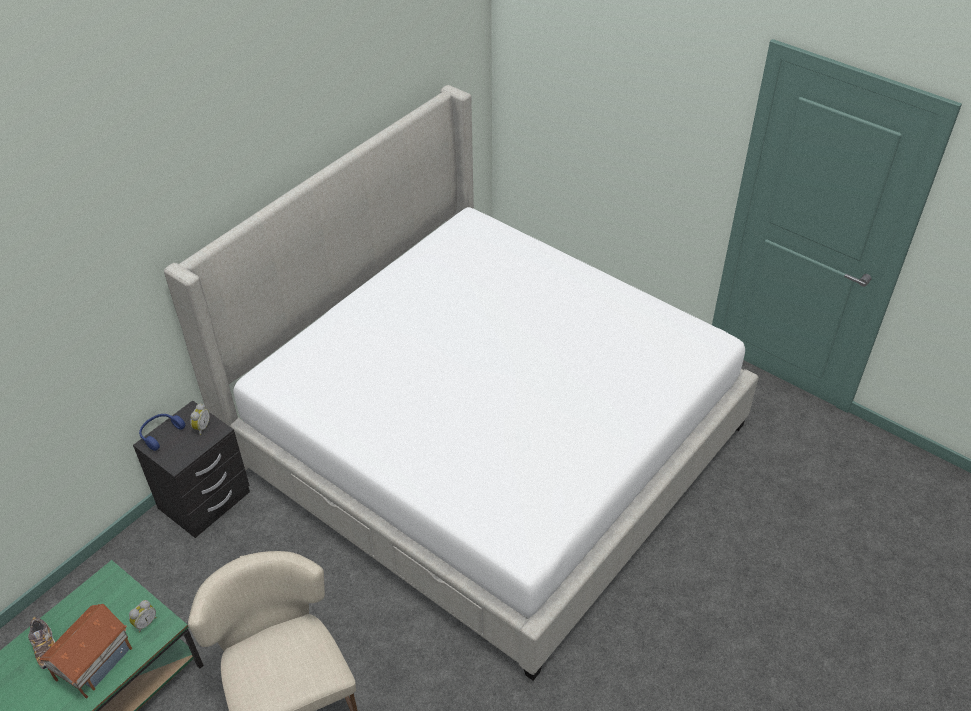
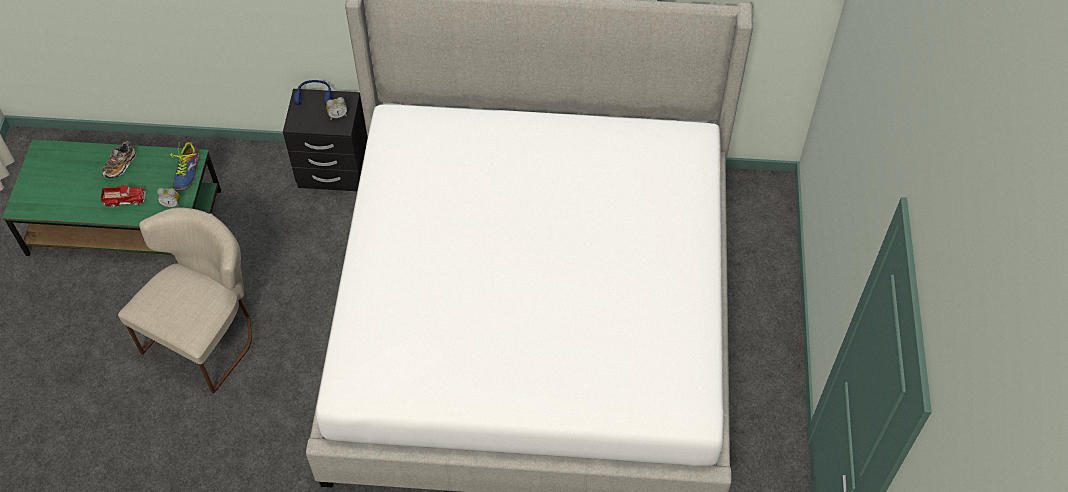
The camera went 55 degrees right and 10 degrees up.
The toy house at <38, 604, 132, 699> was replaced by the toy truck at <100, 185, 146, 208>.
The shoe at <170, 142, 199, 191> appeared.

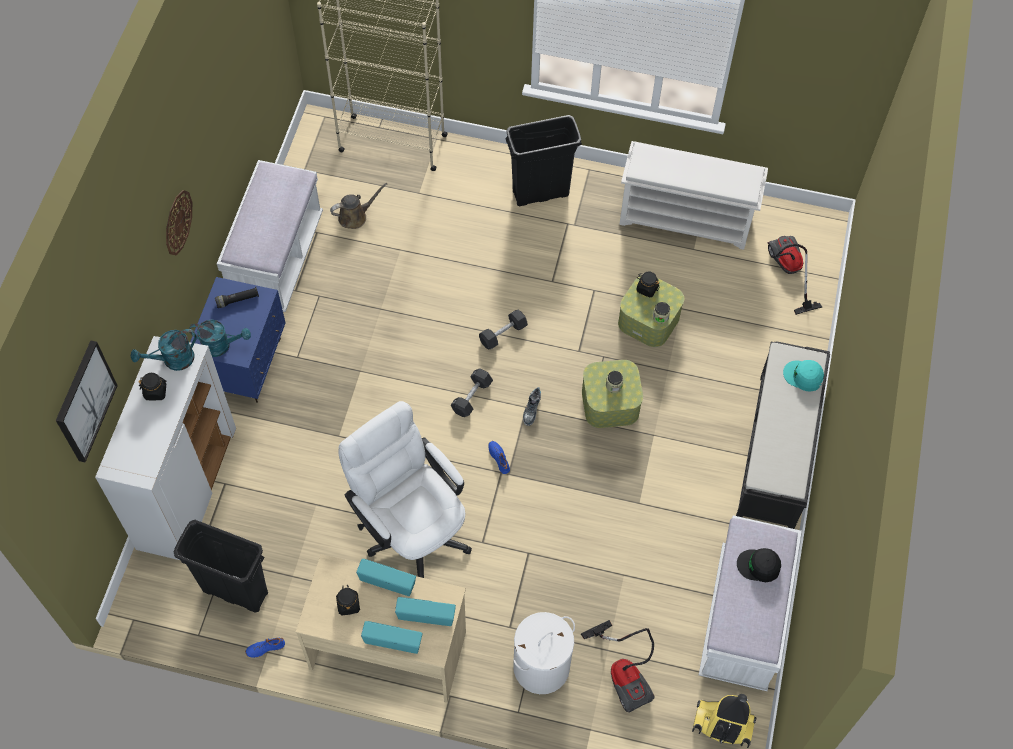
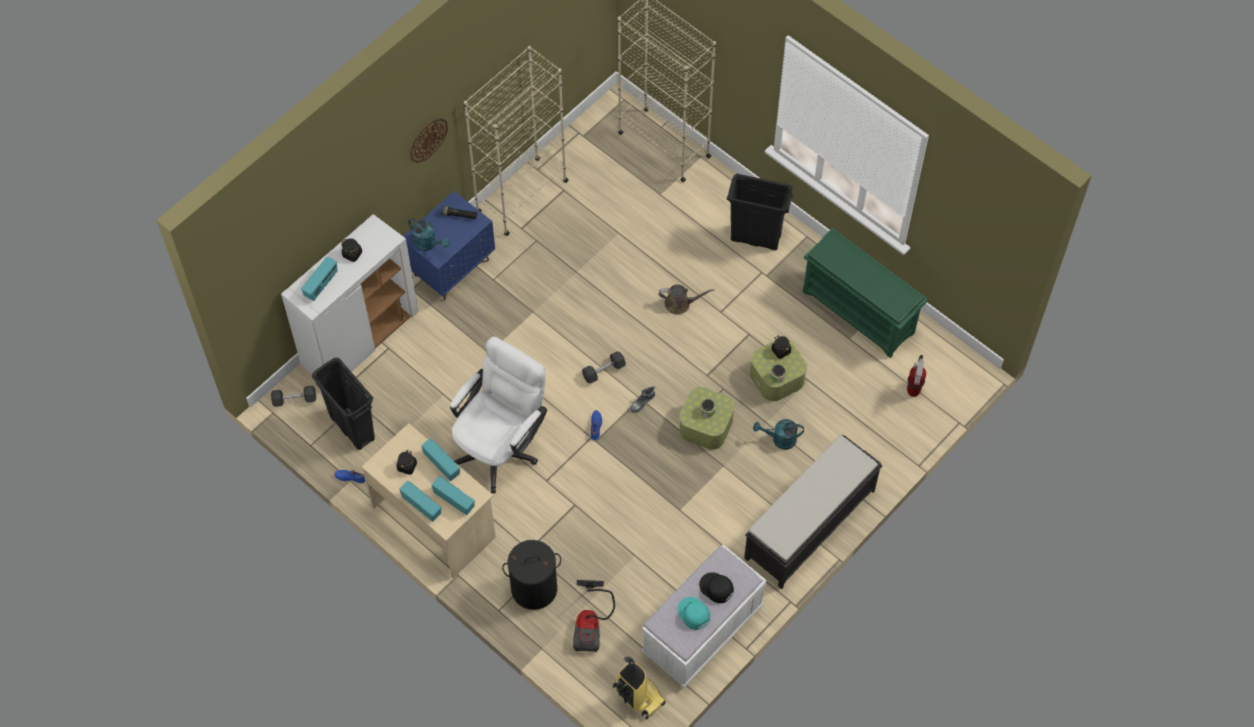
The camera went 30 degrees right and 0 degrees up.
The white shoe rack at <619, 141, 768, 250> became the green shoe rack at <803, 228, 927, 358>.
The white bench at <217, 160, 323, 312> was replaced by the beige bookcase at <464, 46, 569, 236>.
The brown watering can moved from <330, 183, 387, 229> to <659, 284, 714, 315>.
The vacuum cleaner at <767, 236, 822, 315> was replaced by the fire extinguisher at <907, 355, 926, 397>.
The black dumbbell moved from <479, 310, 528, 350> to <271, 385, 316, 407>.
The turquoise watering can moved from <131, 329, 197, 371> to <753, 419, 804, 450>.
The picture at <56, 341, 118, 462> disappeared.
The turquoise cap moved from <783, 360, 824, 392> to <678, 597, 710, 630>.
The white office chair at <338, 401, 472, 578> turned 45 degrees clockwise.
The white laundry basket at <513, 612, 575, 694> became the black laundry basket at <502, 540, 561, 610>.
The radio at <301, 257, 338, 301> appeared.

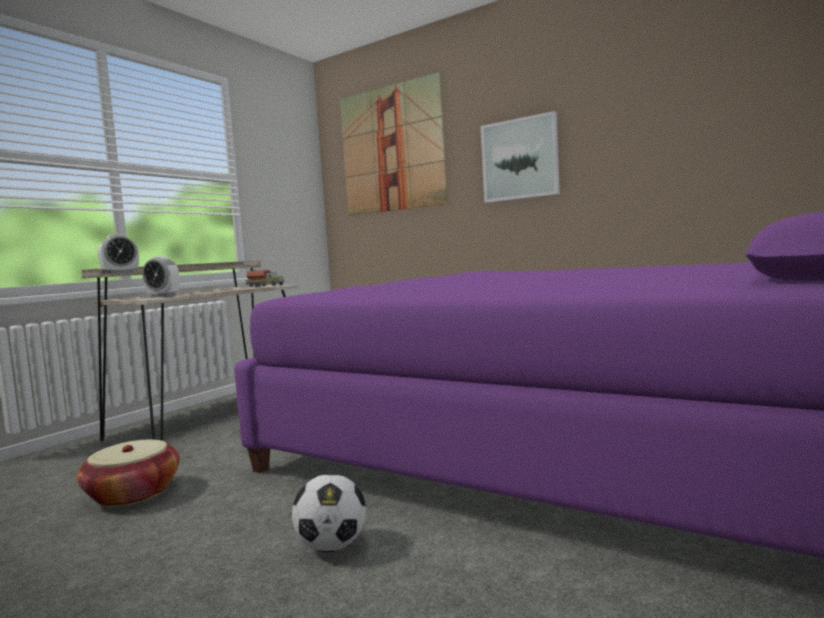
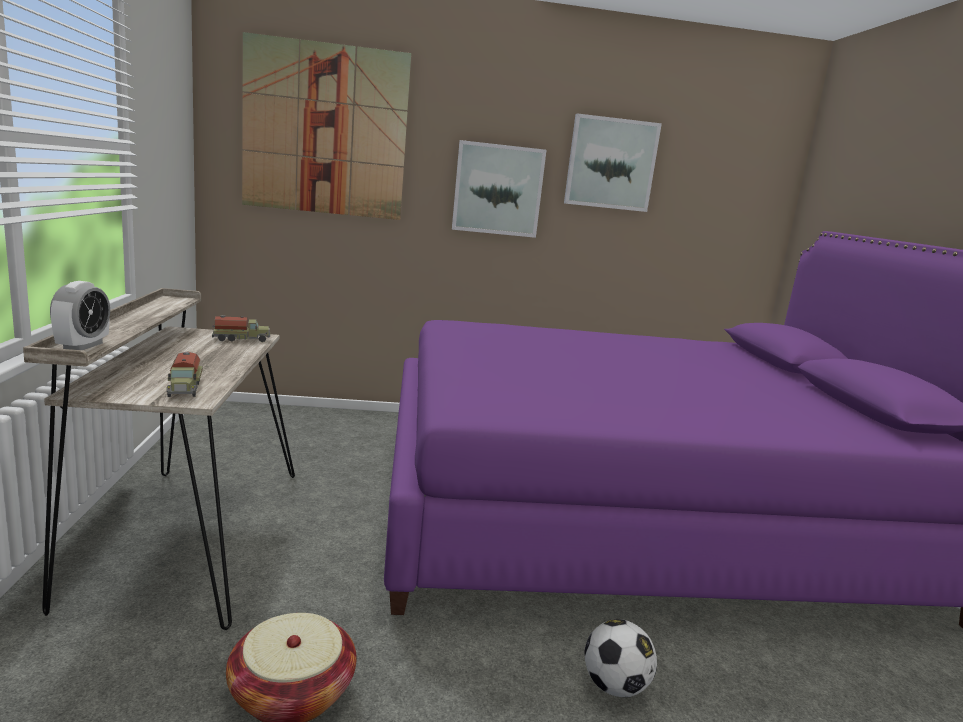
The camera went 40 degrees left and 10 degrees up.
The alarm clock at <143, 256, 180, 298> was replaced by the toy truck at <166, 351, 203, 397>.
The picture at <564, 113, 662, 212> appeared.

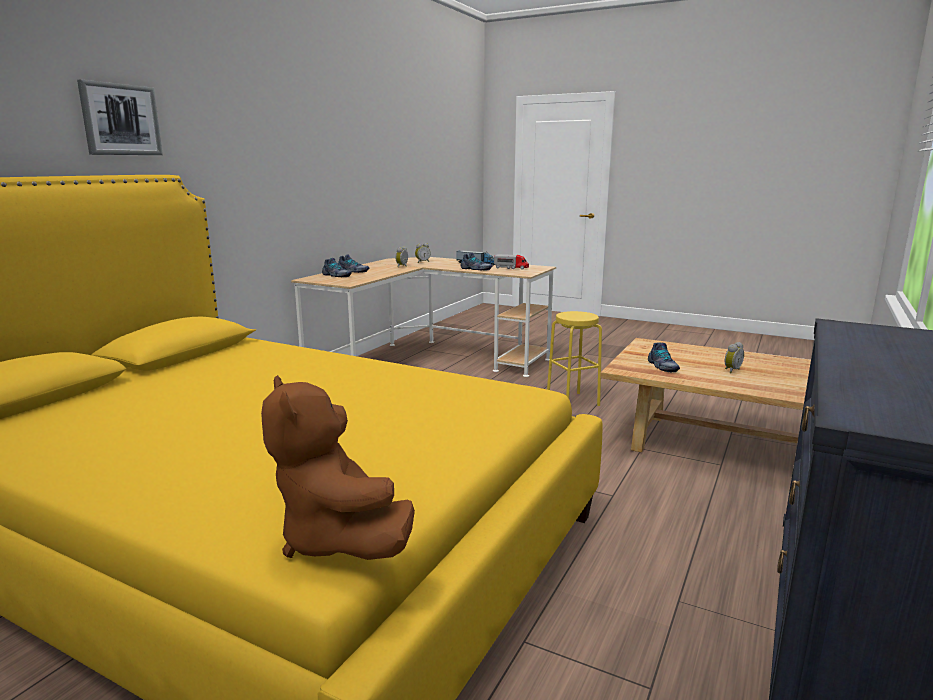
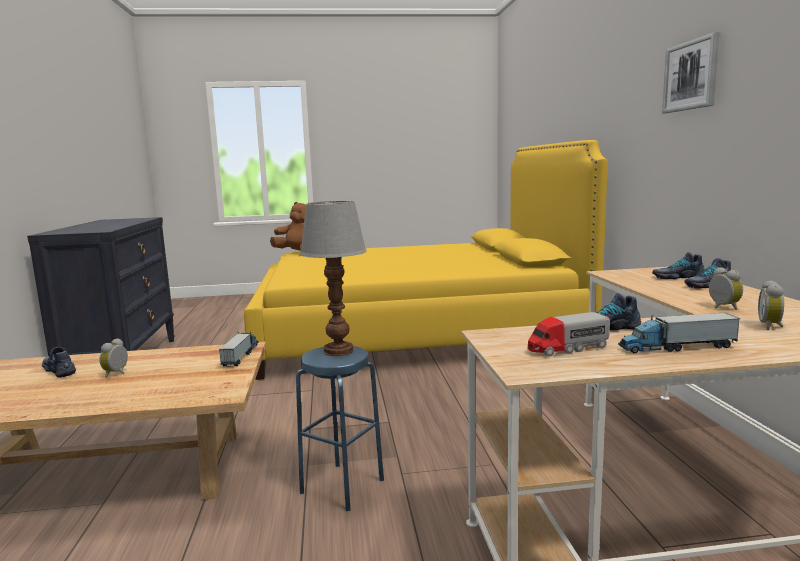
The camera went 145 degrees right and 5 degrees down.
The picture moved from <77, 79, 163, 155> to <662, 32, 719, 113>.
The yellow stool at <547, 311, 602, 406> became the blue stool at <296, 346, 384, 511>.
The shoe moved from <648, 343, 680, 372> to <42, 347, 76, 377>.
The table lamp at <300, 201, 367, 356> appeared.
The toy truck at <219, 331, 258, 367> appeared.

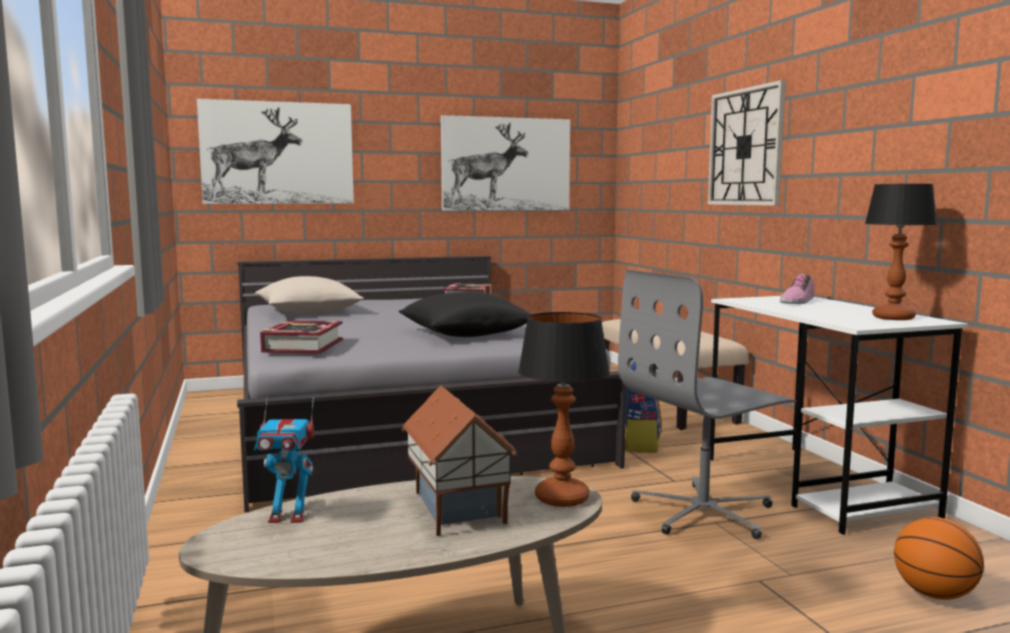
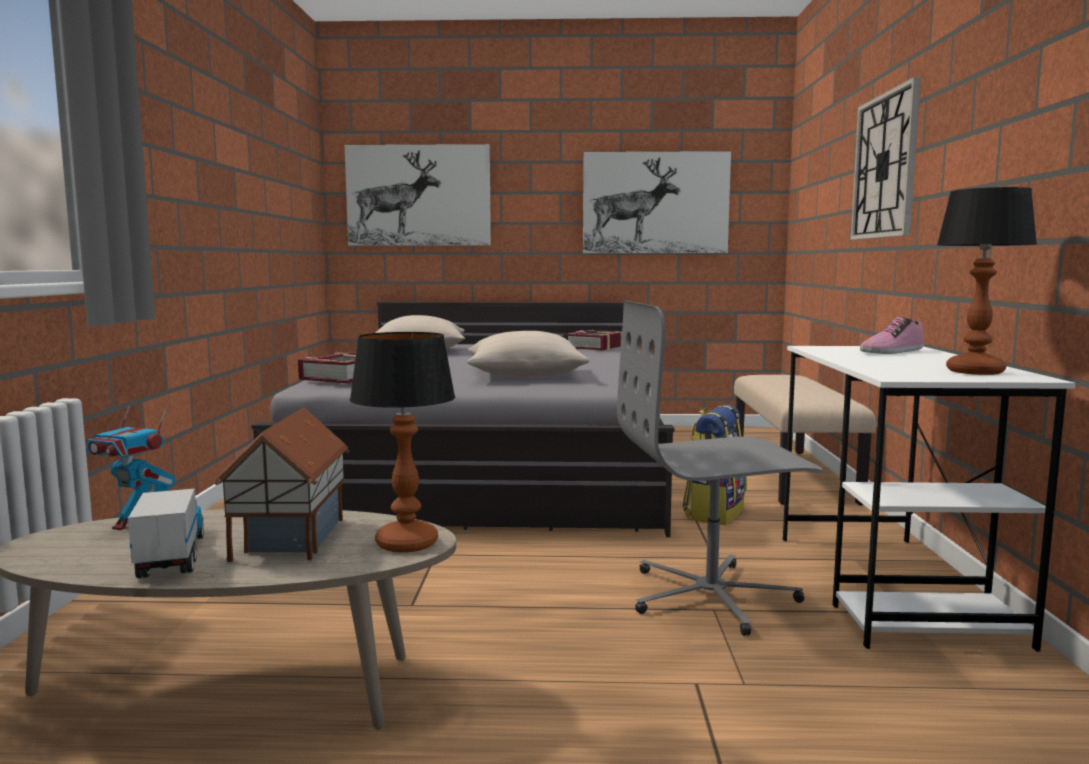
The camera went 20 degrees right and 0 degrees up.
The black pillow at <398, 292, 532, 337> became the beige pillow at <467, 331, 590, 378>.
The basketball at <894, 517, 984, 600> disappeared.
The toy truck at <128, 489, 204, 578> appeared.

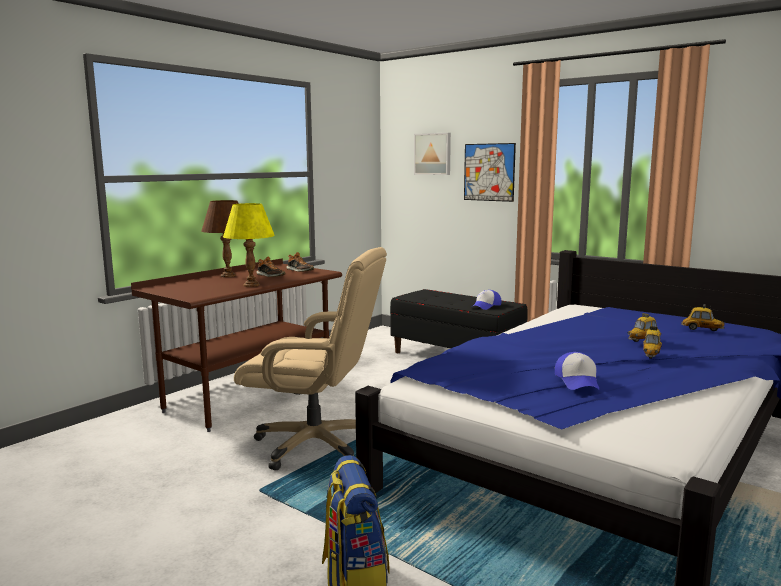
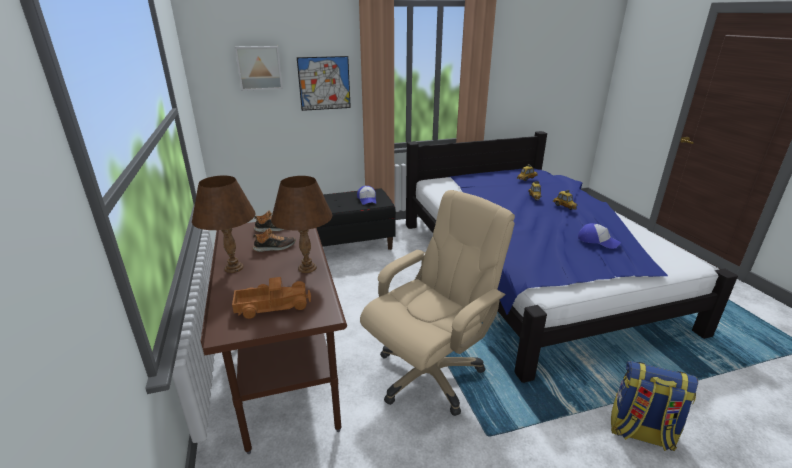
The camera went 55 degrees left and 15 degrees up.
The yellow table lamp at <223, 203, 275, 287> became the brown table lamp at <271, 176, 332, 273>.
The toy truck at <232, 277, 311, 319> appeared.

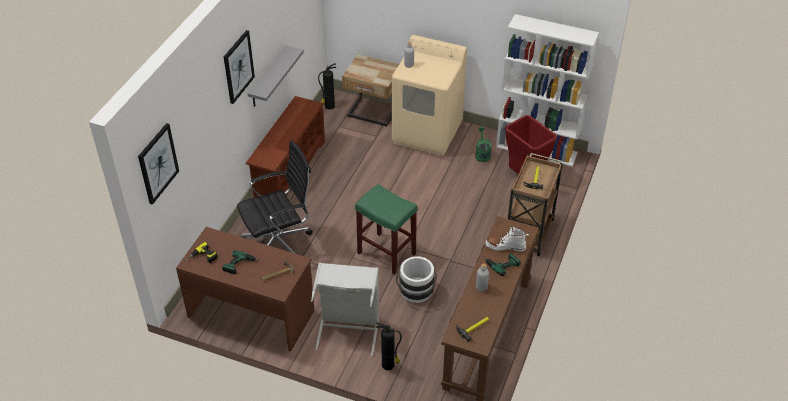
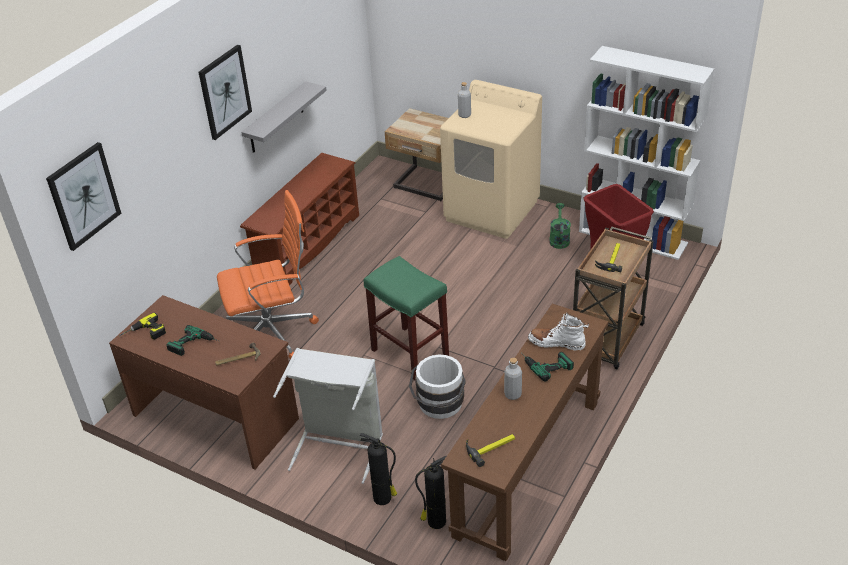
The camera went 10 degrees right and 5 degrees down.
The fire extinguisher moved from <318, 63, 336, 110> to <415, 456, 446, 529>.
The black office chair at <237, 140, 313, 254> became the orange office chair at <217, 190, 319, 360>.

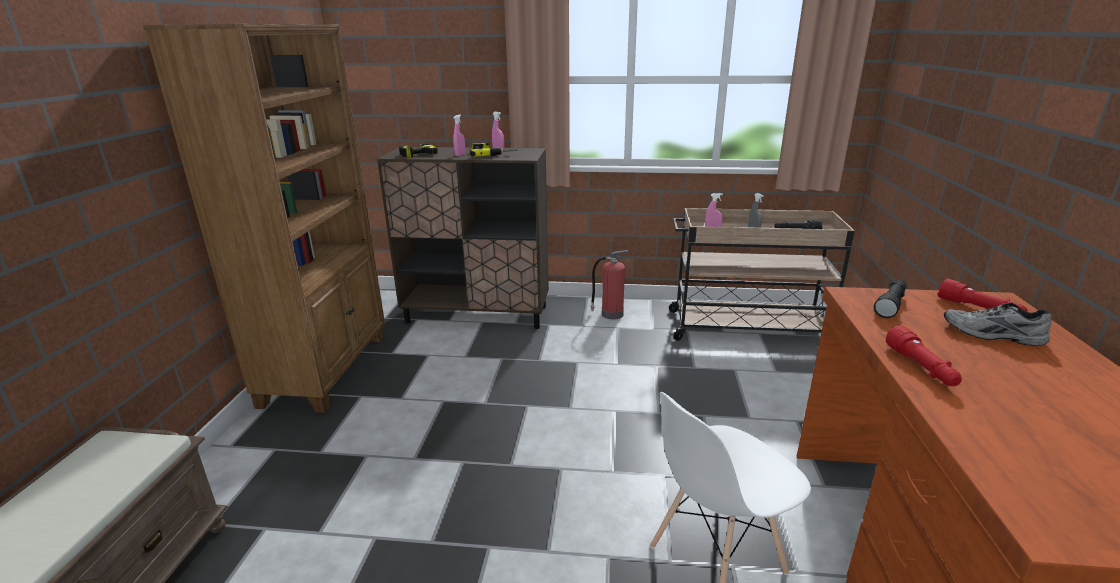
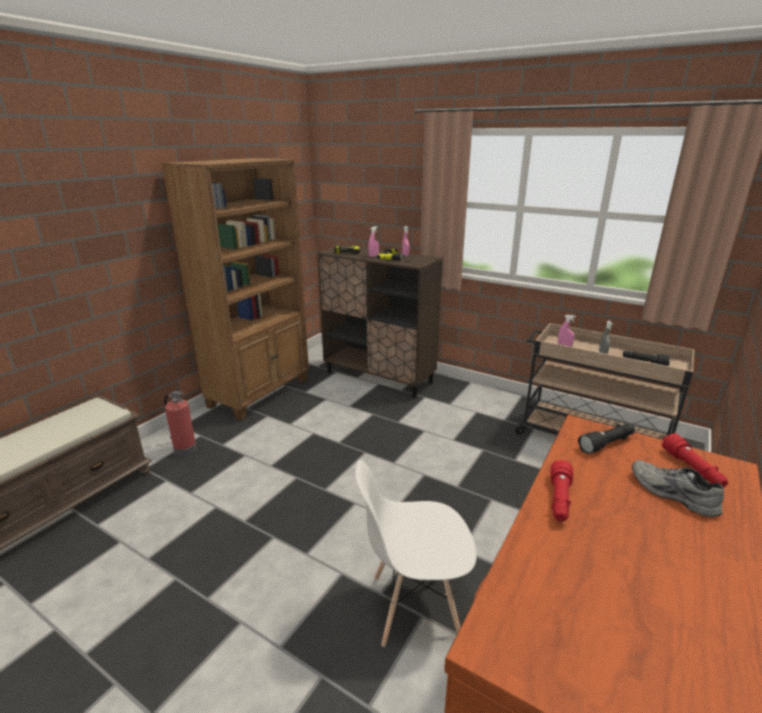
The camera went 25 degrees right and 0 degrees up.
The fire extinguisher moved from <590, 250, 629, 320> to <164, 391, 197, 456>.

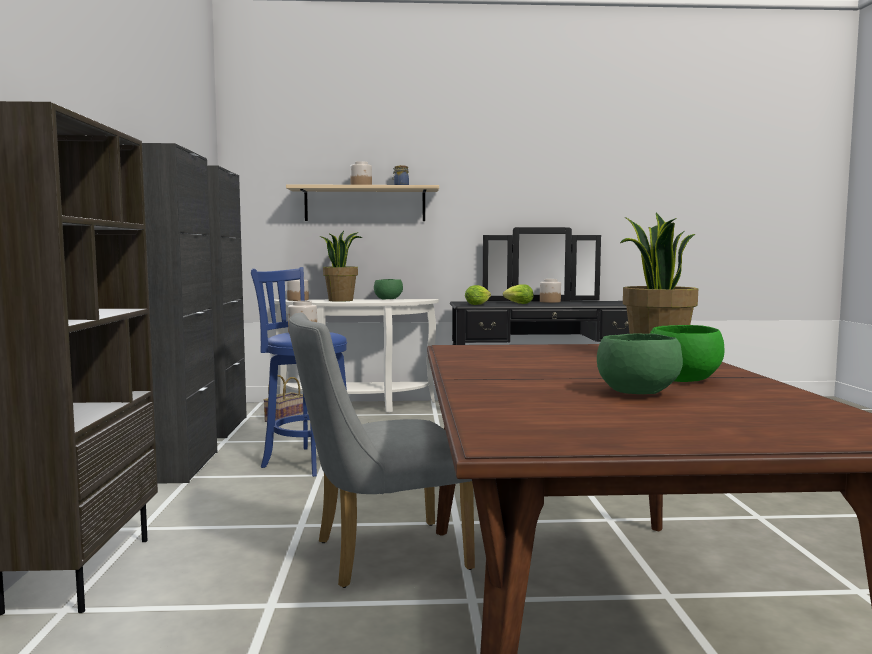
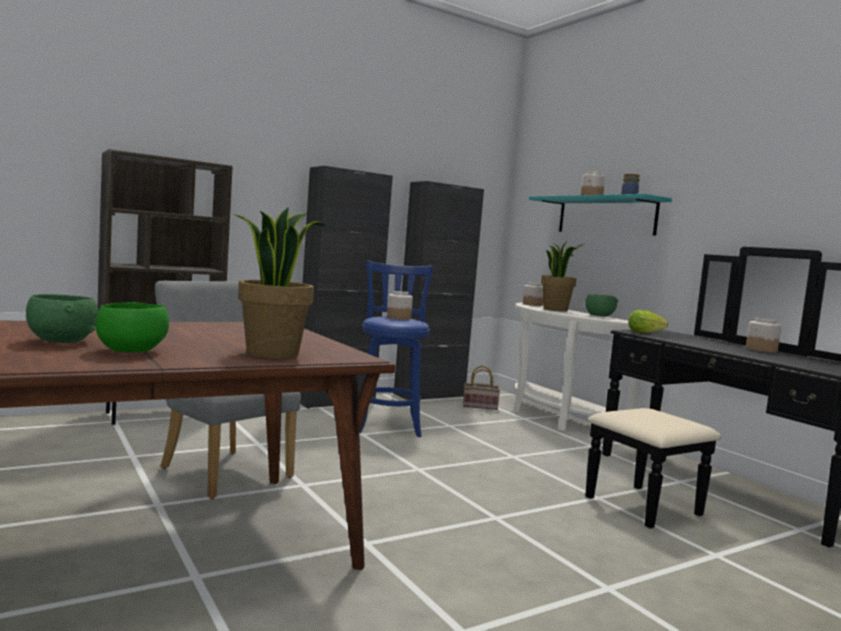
The camera went 60 degrees right and 0 degrees up.
The beige shelf at <286, 184, 439, 221> became the turquoise shelf at <529, 194, 672, 236>.
The lettuce at <503, 284, 533, 304> disappeared.

